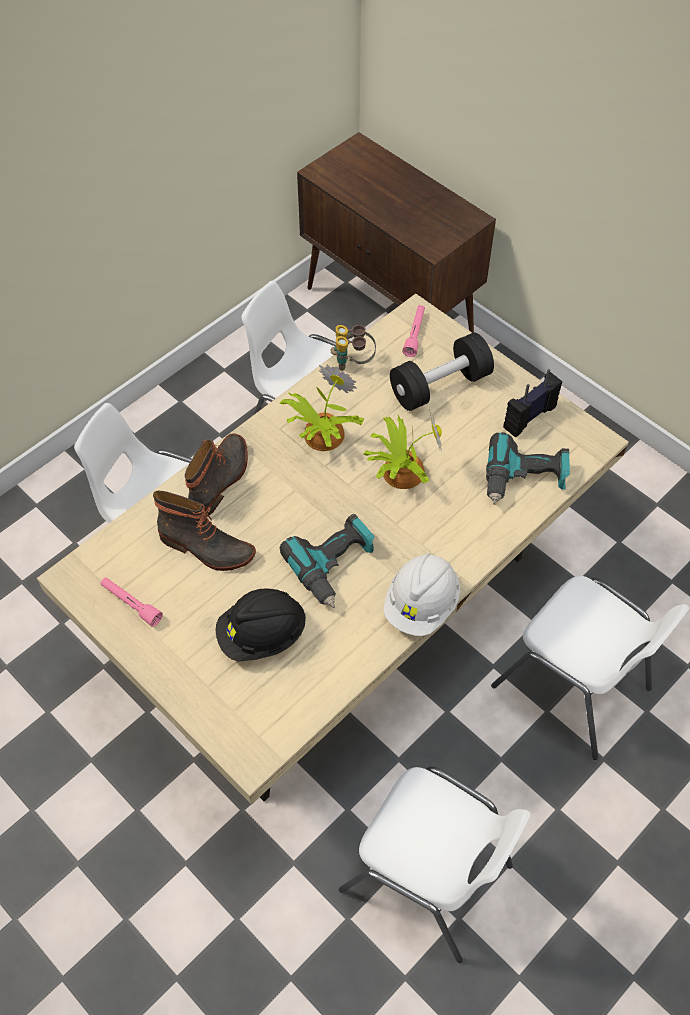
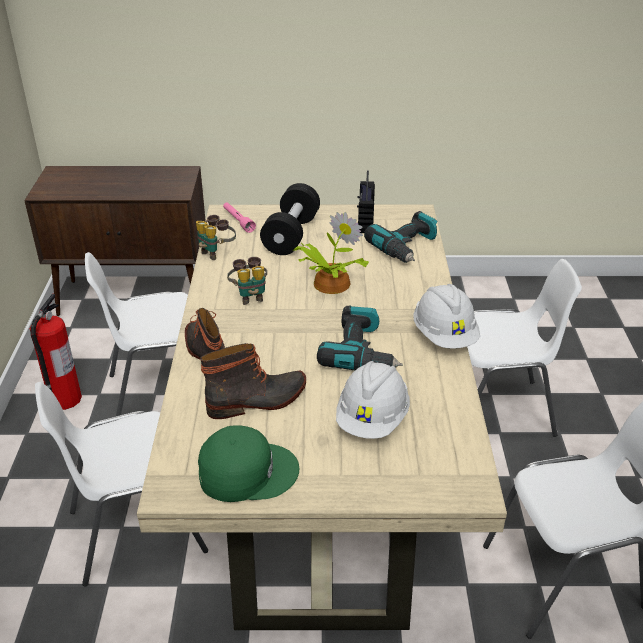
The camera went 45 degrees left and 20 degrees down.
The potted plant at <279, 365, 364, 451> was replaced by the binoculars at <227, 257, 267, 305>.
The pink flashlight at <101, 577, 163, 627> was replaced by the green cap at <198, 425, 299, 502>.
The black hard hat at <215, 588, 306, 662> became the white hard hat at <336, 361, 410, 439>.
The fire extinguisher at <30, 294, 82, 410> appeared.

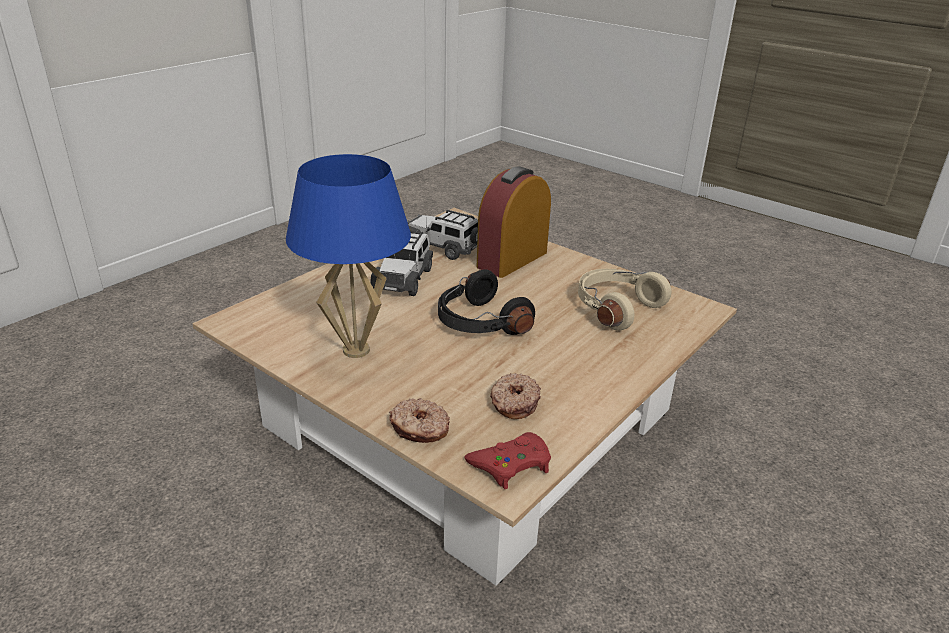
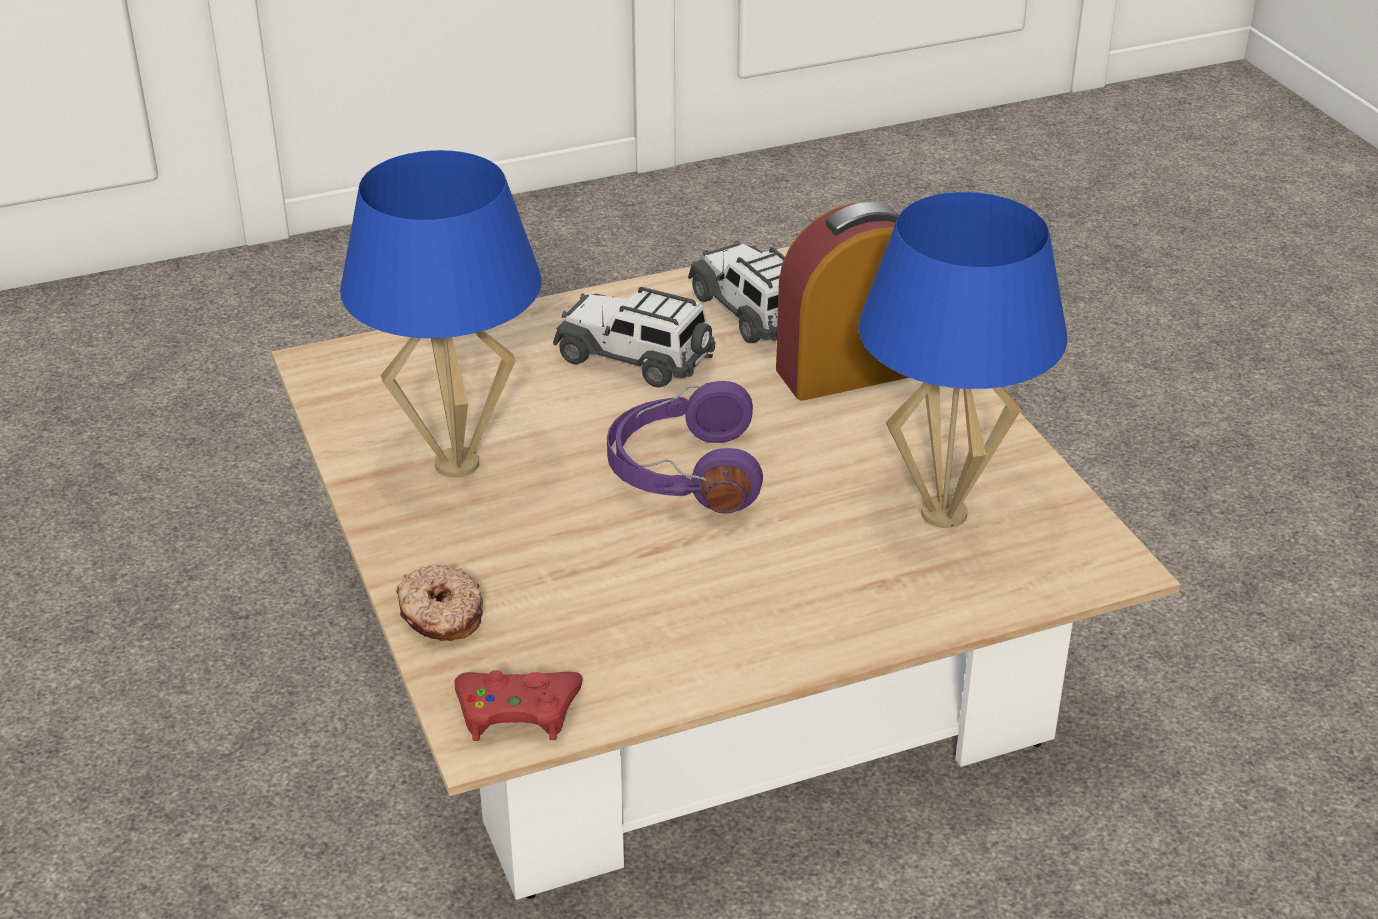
The camera went 30 degrees right and 5 degrees up.
The toy car at <370, 232, 433, 296> turned 75 degrees clockwise.
The black headphones at <438, 269, 535, 335> became the purple headphones at <607, 381, 763, 514>.
The beige headphones at <578, 269, 671, 331> was replaced by the blue table lamp at <858, 192, 1067, 528>.
The donut at <490, 373, 541, 419> disappeared.

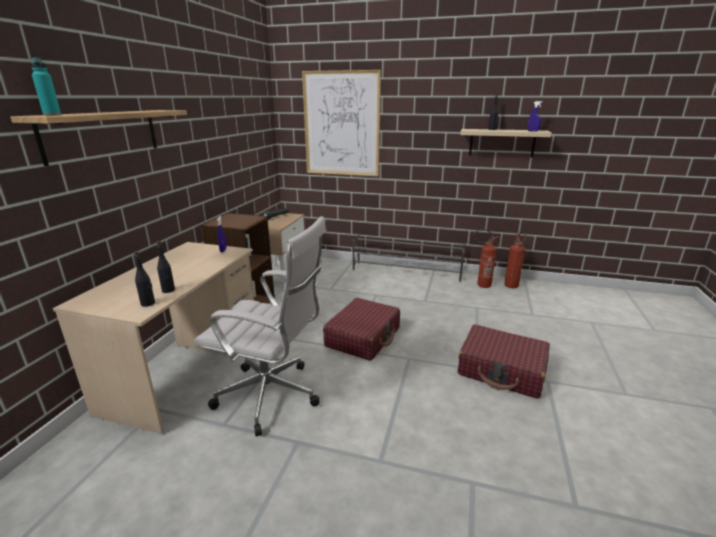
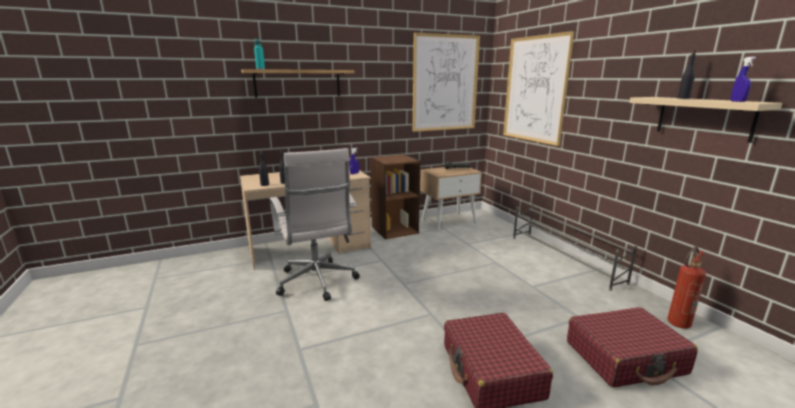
The camera went 50 degrees right and 5 degrees down.
The fire extinguisher at <474, 229, 500, 288> disappeared.
The red suitcase moved from <323, 298, 400, 361> to <567, 307, 698, 388>.
The picture at <413, 33, 480, 132> appeared.

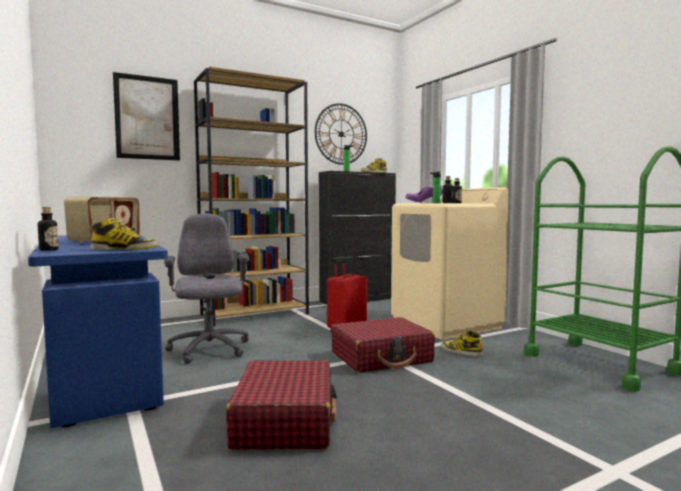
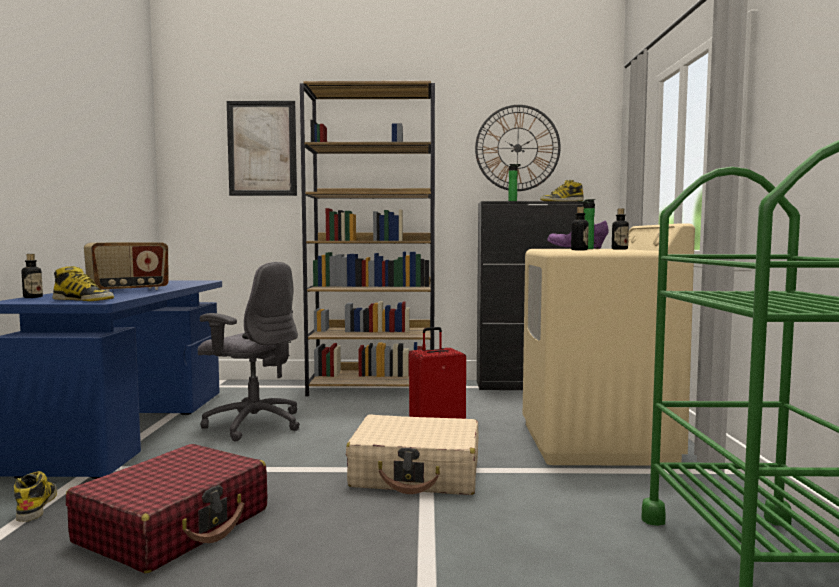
The camera went 30 degrees right and 0 degrees up.
The grey office chair at <164, 214, 249, 364> turned 105 degrees clockwise.
The red suitcase at <331, 317, 435, 372> became the beige suitcase at <346, 414, 478, 495>.
The boot moved from <441, 330, 483, 356> to <14, 471, 57, 522>.

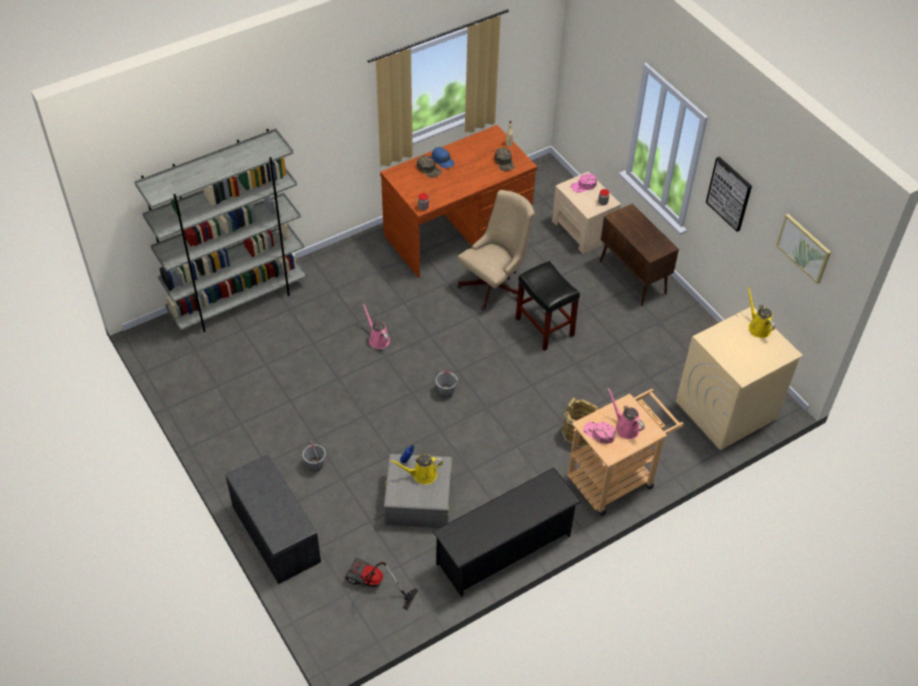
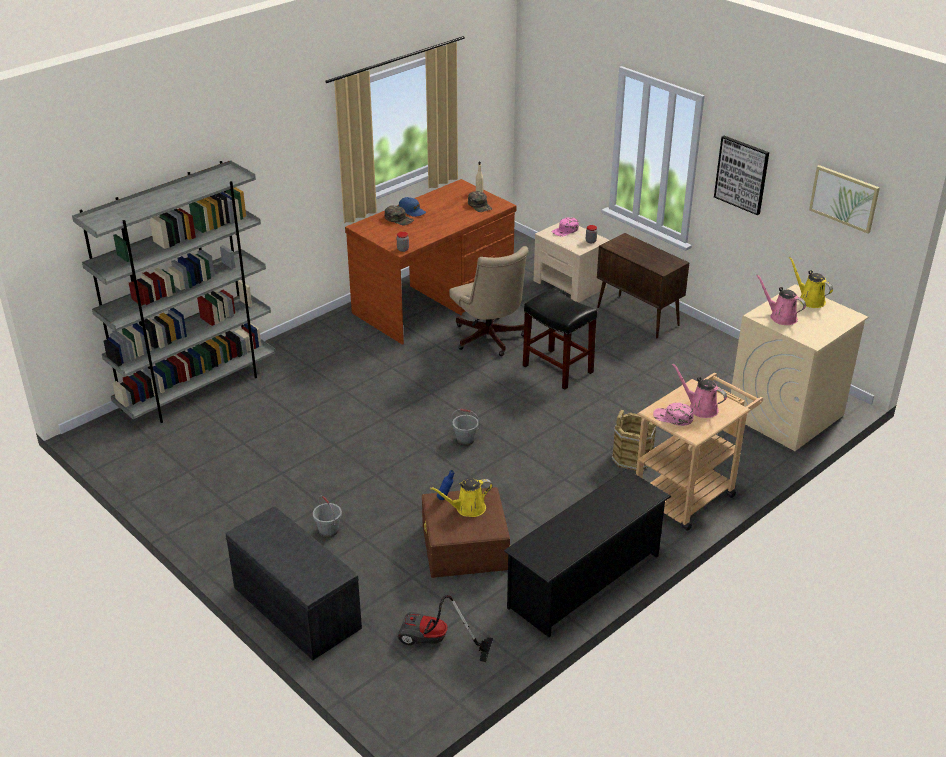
The camera went 10 degrees left and 15 degrees down.
The beige office chair at <457, 190, 535, 310> turned 120 degrees clockwise.
The pink watering can moved from <363, 304, 390, 349> to <756, 274, 806, 325>.
The grey storage box at <384, 454, 452, 528> became the brown storage box at <422, 487, 510, 578>.

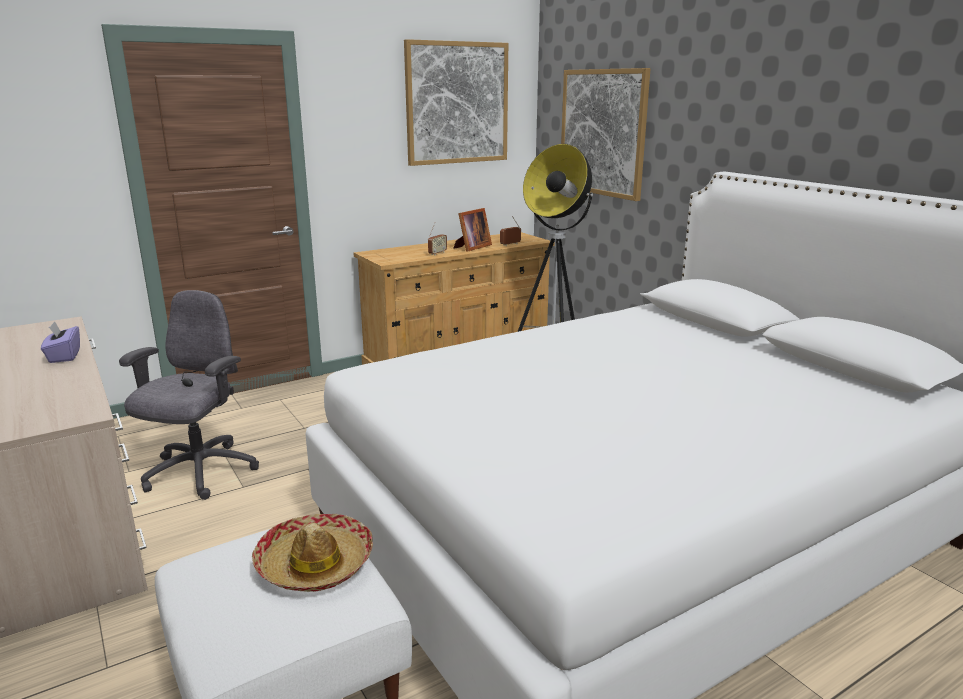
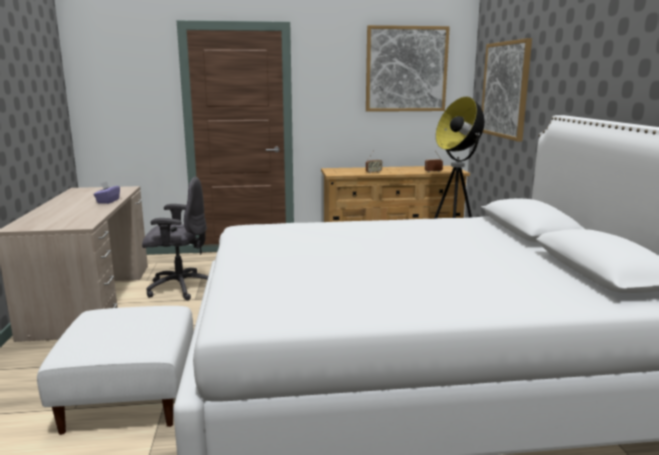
The camera went 25 degrees right and 5 degrees down.
The picture frame at <454, 208, 492, 252> disappeared.
The grey office chair at <119, 290, 259, 500> turned 45 degrees clockwise.
The hat at <252, 514, 373, 592> disappeared.

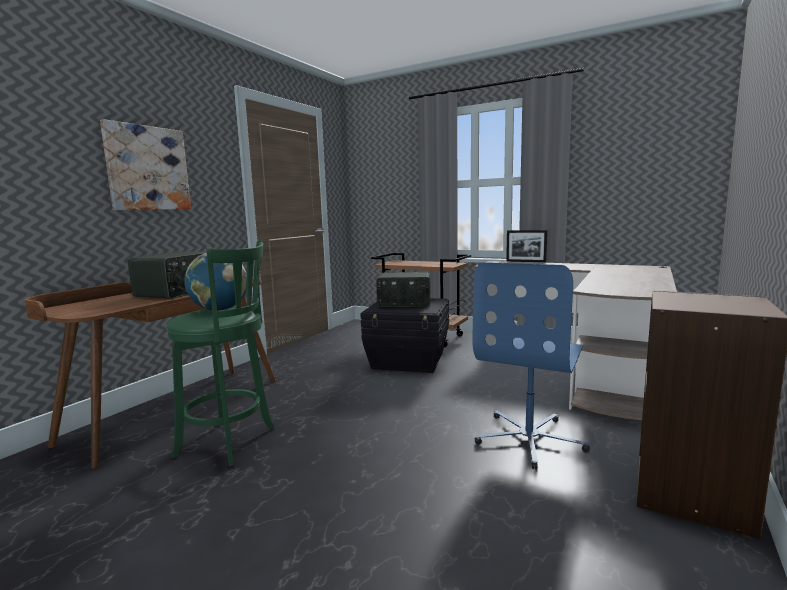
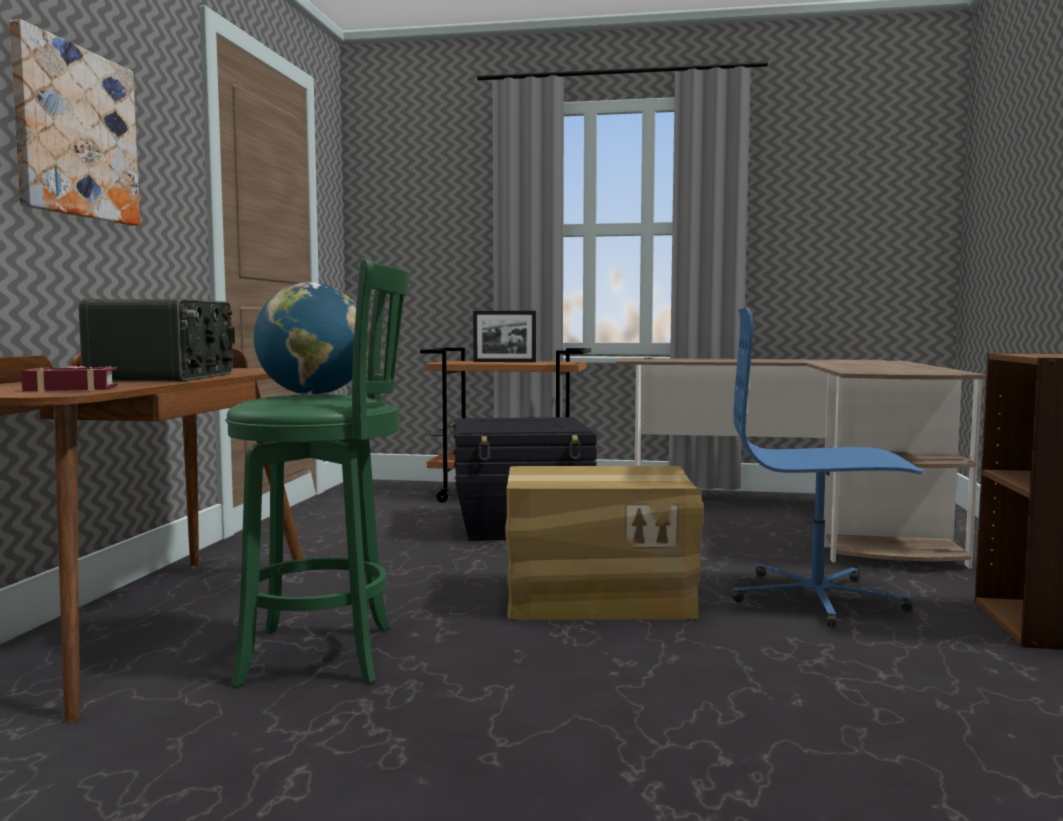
The camera went 20 degrees left and 5 degrees down.
The picture frame moved from <506, 230, 547, 262> to <473, 311, 536, 362>.
The blue office chair at <473, 262, 590, 469> turned 90 degrees clockwise.
The radio at <376, 272, 430, 307> disappeared.
The book at <21, 365, 117, 392> appeared.
The cardboard box at <505, 466, 704, 620> appeared.

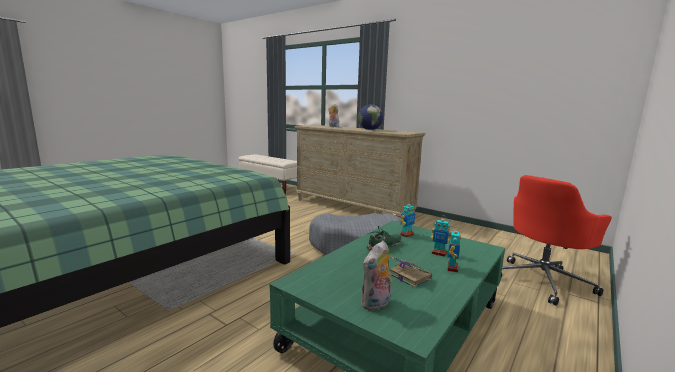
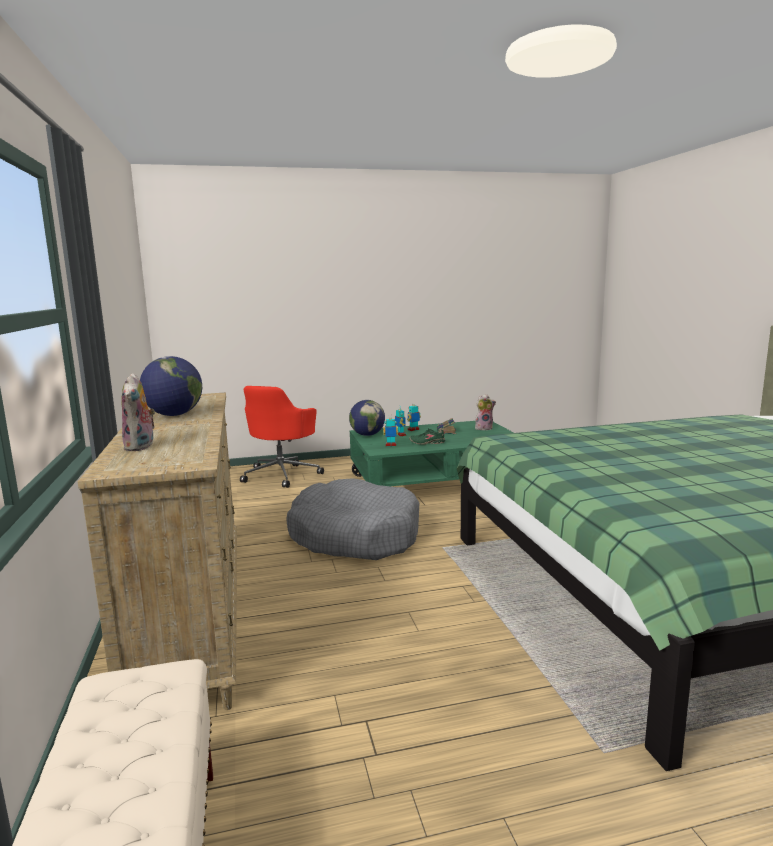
The camera went 140 degrees left and 0 degrees up.
The red office chair at <501, 175, 612, 306> turned 105 degrees clockwise.
The globe at <349, 400, 385, 436> appeared.

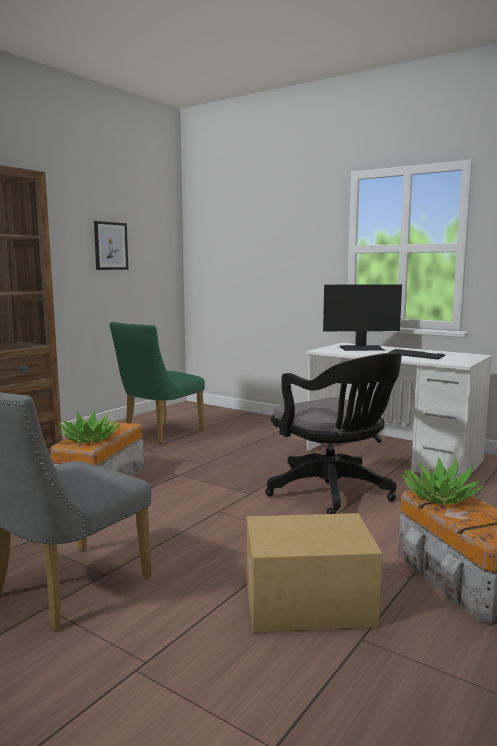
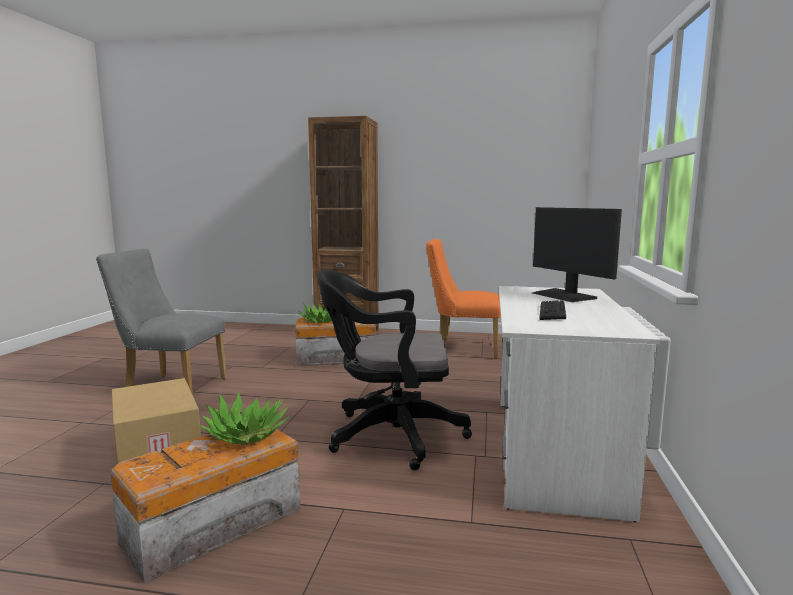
The camera went 65 degrees right and 0 degrees up.
The picture at <94, 221, 128, 270> disappeared.
The green chair at <109, 322, 205, 444> became the orange chair at <426, 239, 501, 359>.
The black office chair at <265, 353, 402, 514> turned 60 degrees clockwise.

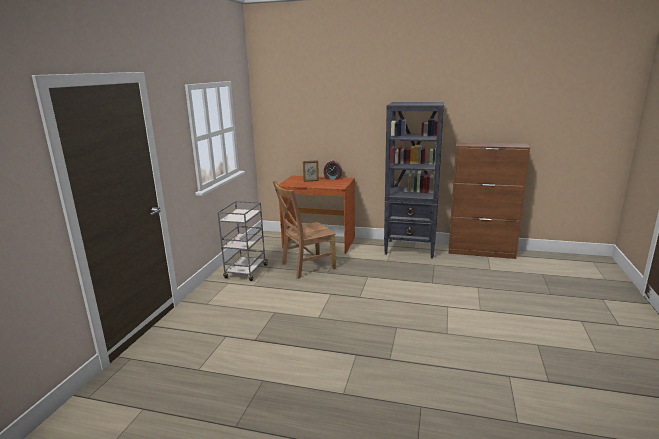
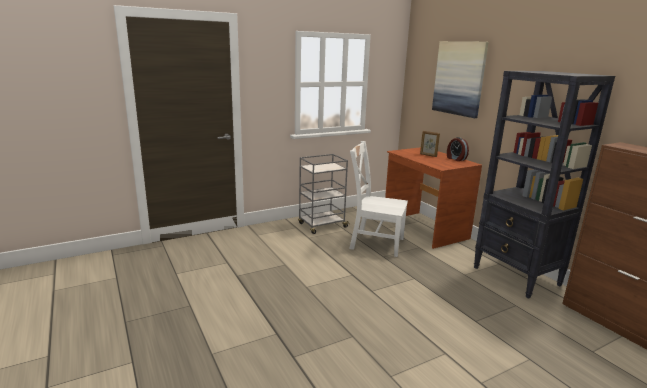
The camera went 45 degrees right and 0 degrees up.
The brown chair at <273, 181, 336, 279> became the white chair at <349, 141, 408, 257>.
The picture at <432, 41, 489, 118> appeared.

